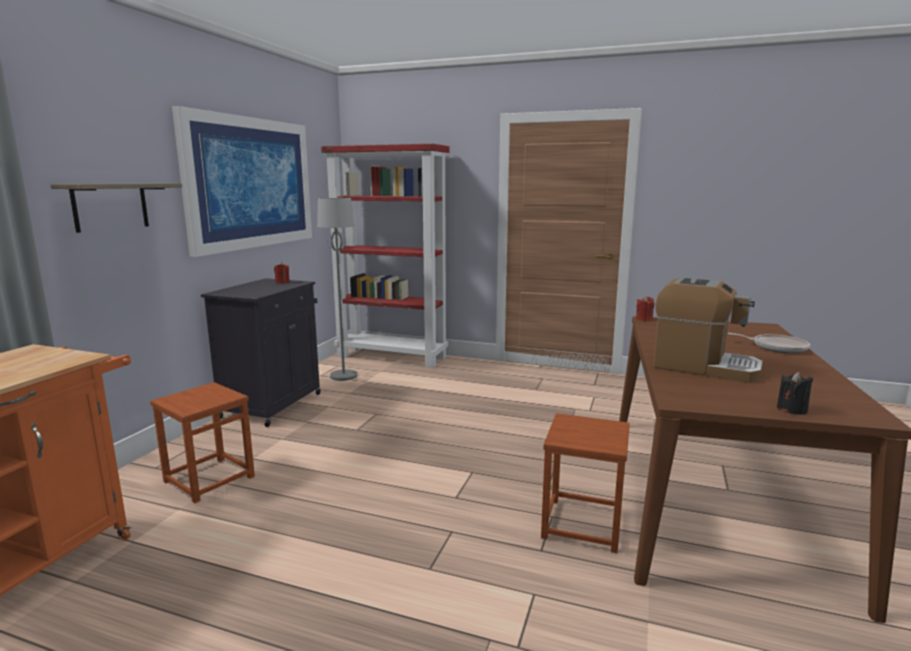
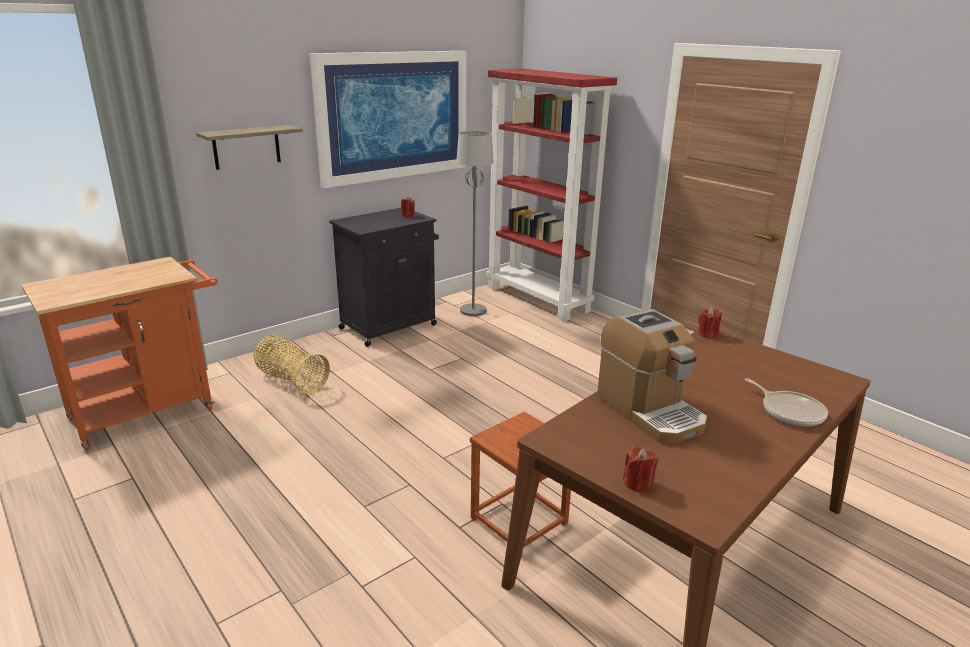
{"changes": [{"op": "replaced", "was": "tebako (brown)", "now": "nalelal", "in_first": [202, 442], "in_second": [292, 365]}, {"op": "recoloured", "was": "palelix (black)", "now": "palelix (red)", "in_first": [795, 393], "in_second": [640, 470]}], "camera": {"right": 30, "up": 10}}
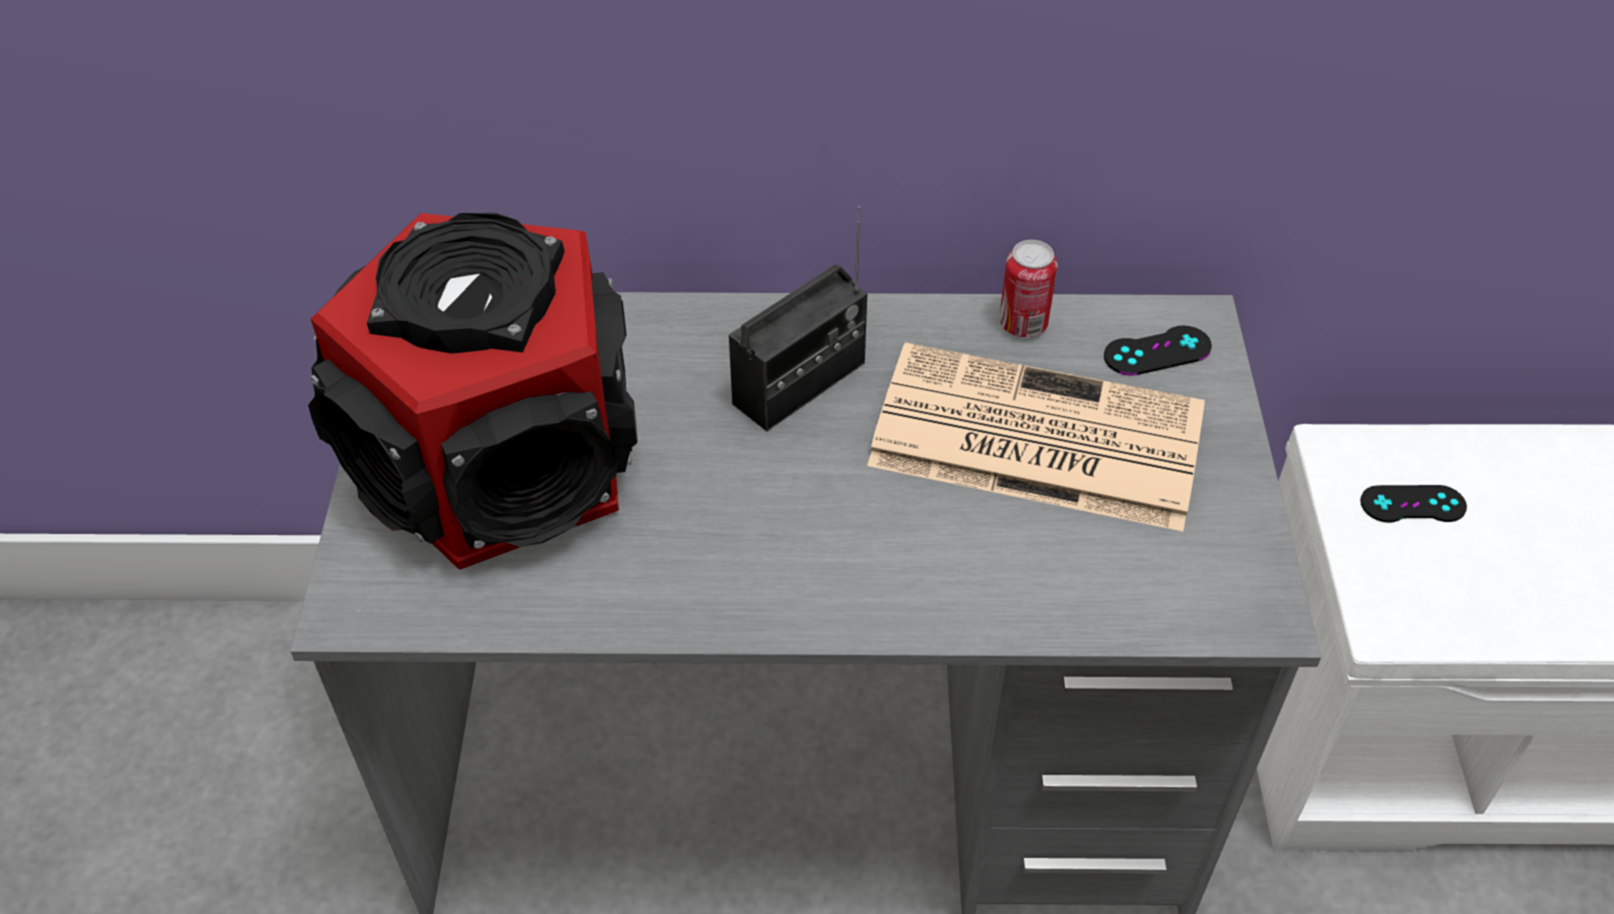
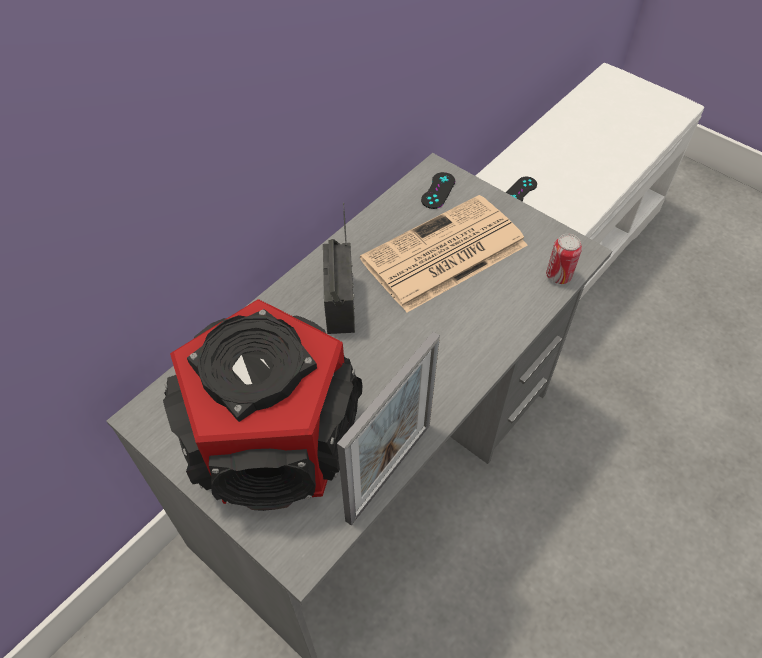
{"changes": [{"op": "added", "now": "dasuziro", "in_second": [388, 428]}, {"op": "moved", "was": "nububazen", "in_first": [1028, 288], "in_second": [564, 259]}], "camera": {"right": -50, "up": 5}}
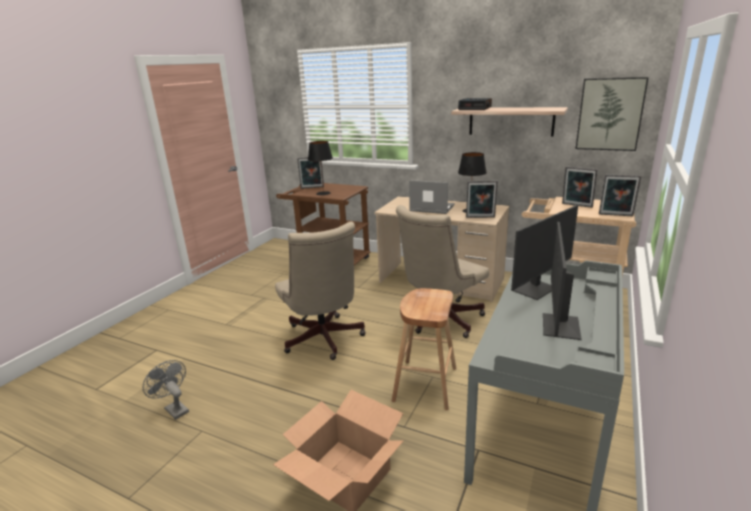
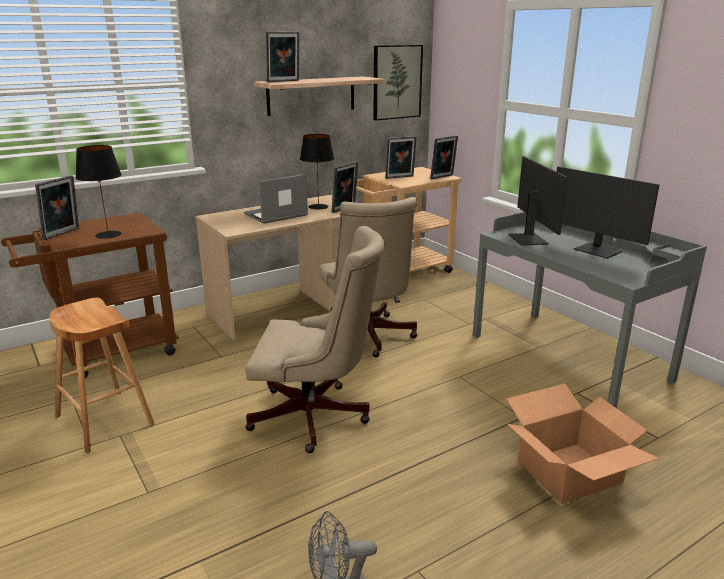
{"changes": [{"op": "moved", "was": "tebako (brown)", "in_first": [424, 349], "in_second": [102, 375]}, {"op": "replaced", "was": "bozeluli", "now": "dasuziro", "in_first": [475, 104], "in_second": [282, 57]}], "camera": {"right": -60, "up": 0}}
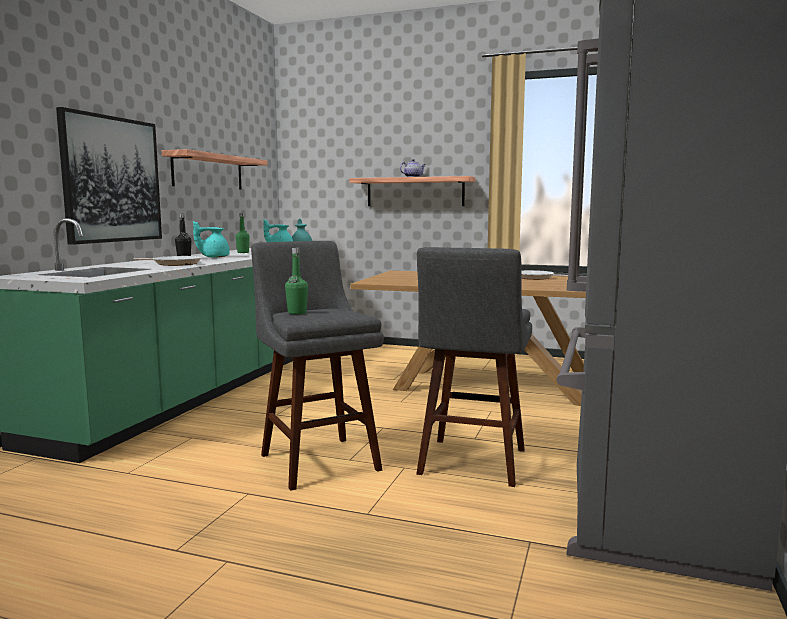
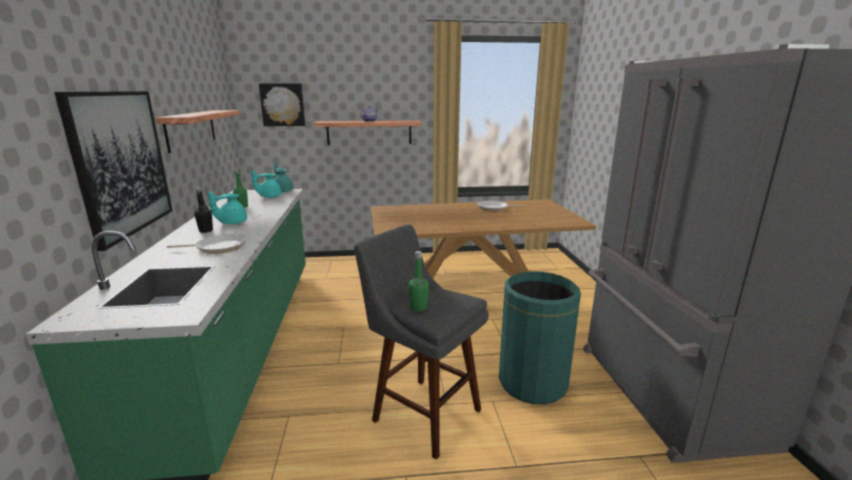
{"changes": [{"op": "added", "now": "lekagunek", "in_second": [282, 104]}, {"op": "replaced", "was": "tebako (grey)", "now": "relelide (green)", "in_first": [474, 367], "in_second": [540, 337]}], "camera": {"right": -25, "up": 10}}
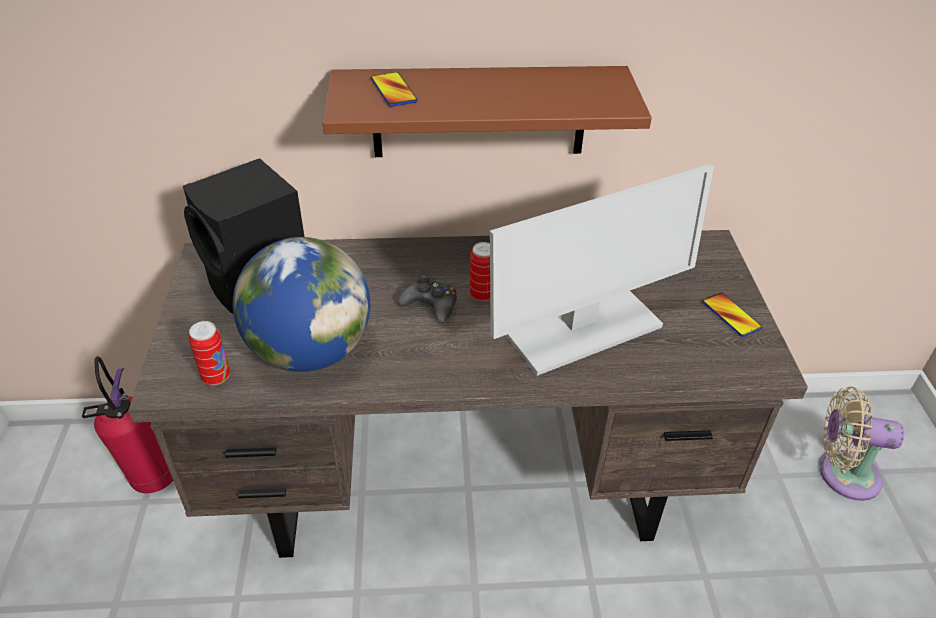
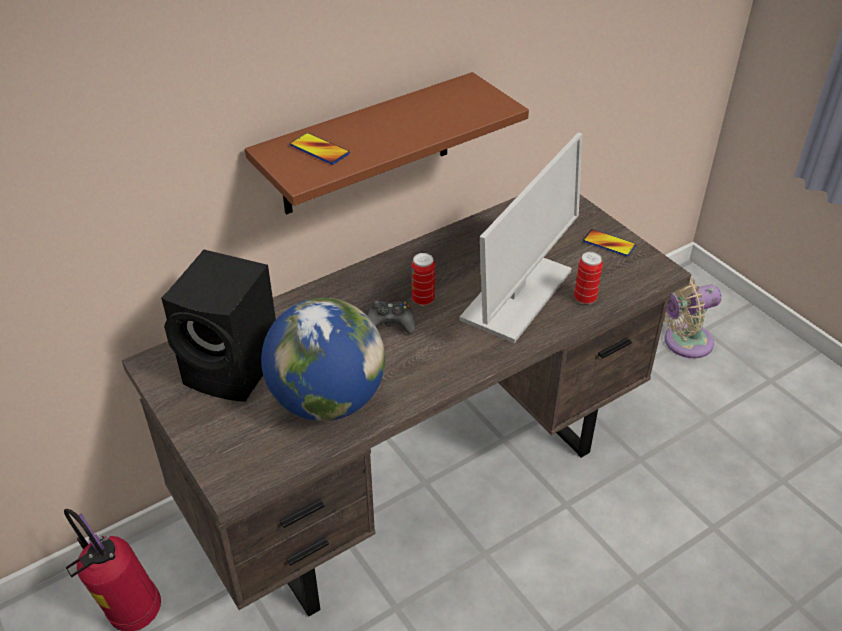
{"changes": [{"op": "moved", "was": "nububazen", "in_first": [209, 353], "in_second": [588, 278]}], "camera": {"right": -30, "up": 0}}
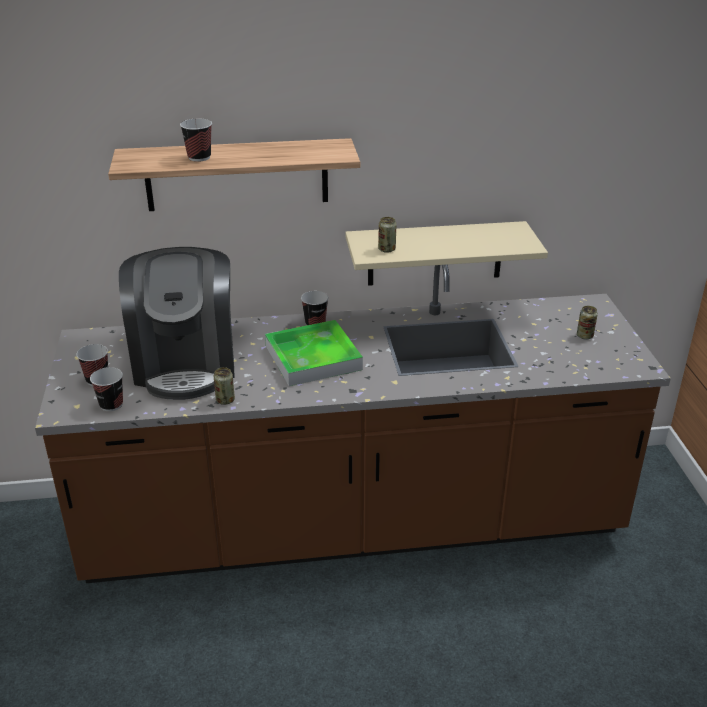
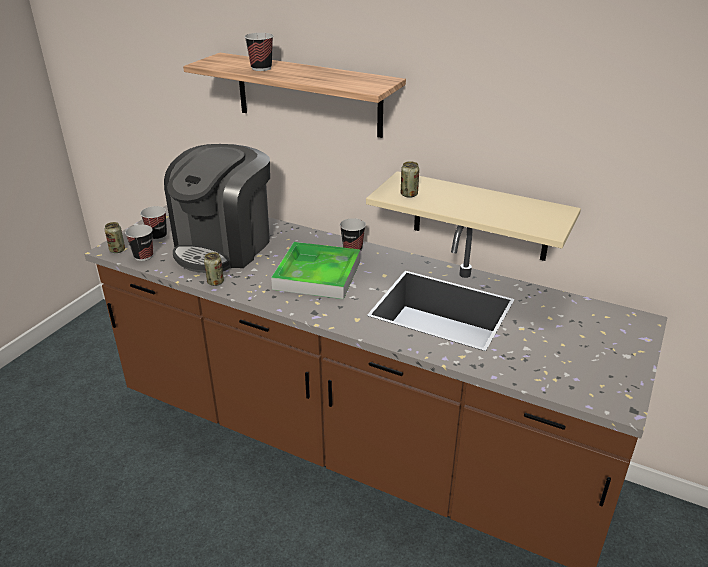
{"changes": [{"op": "moved", "was": "nububazen", "in_first": [587, 323], "in_second": [115, 237]}], "camera": {"right": 35, "up": 0}}
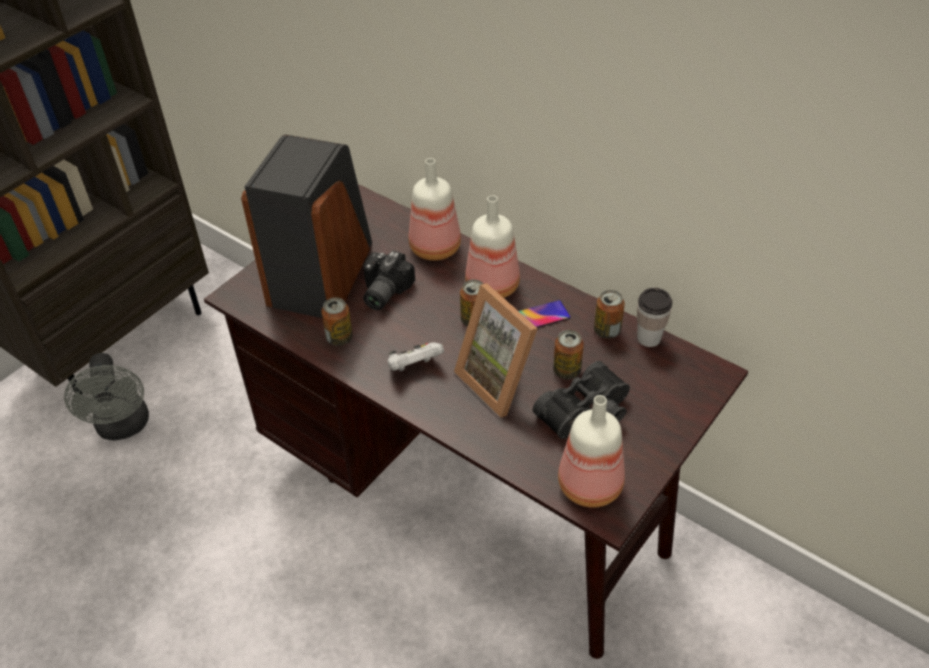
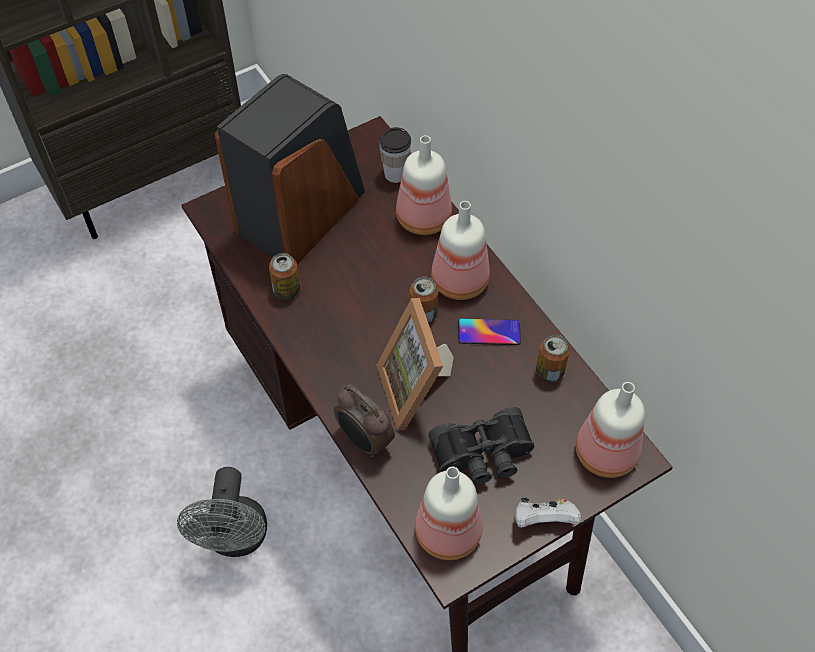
{"changes": [{"op": "moved", "was": "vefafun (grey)", "in_first": [106, 397], "in_second": [222, 512]}, {"op": "added", "now": "bozeluli", "in_second": [364, 421]}, {"op": "moved", "was": "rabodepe", "in_first": [654, 317], "in_second": [395, 155]}, {"op": "moved", "was": "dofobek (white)", "in_first": [416, 357], "in_second": [548, 513]}, {"op": "added", "now": "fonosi", "in_second": [610, 430]}, {"op": "removed", "was": "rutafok", "in_first": [389, 280]}, {"op": "removed", "was": "nububazen", "in_first": [568, 354]}], "camera": {"right": 20, "up": 10}}
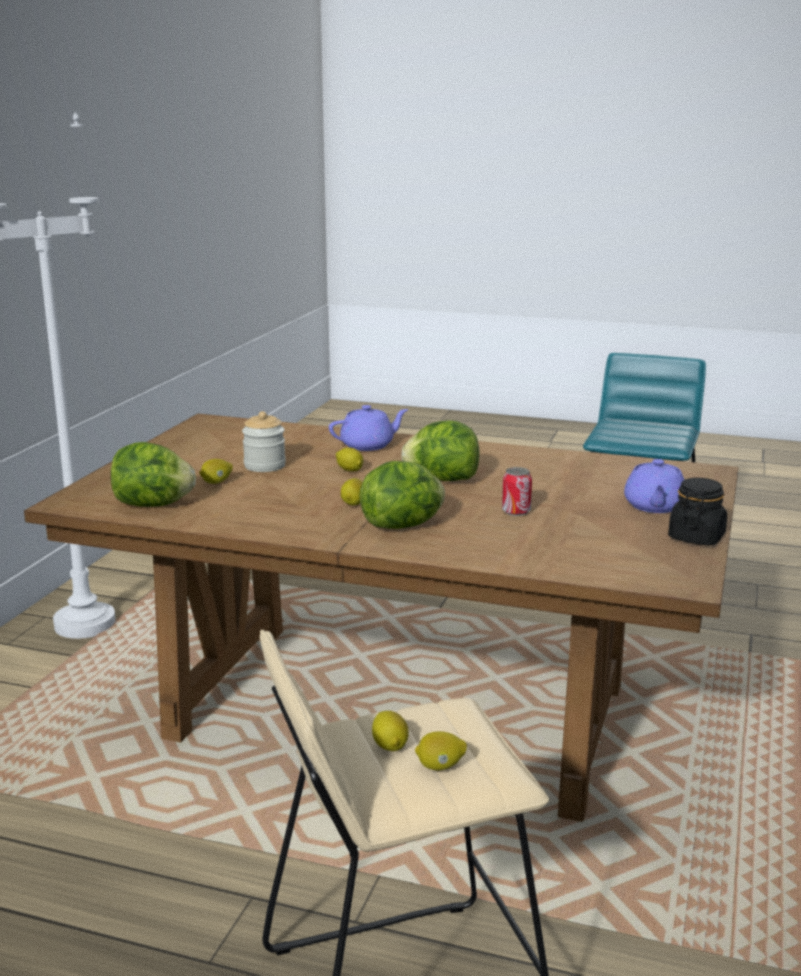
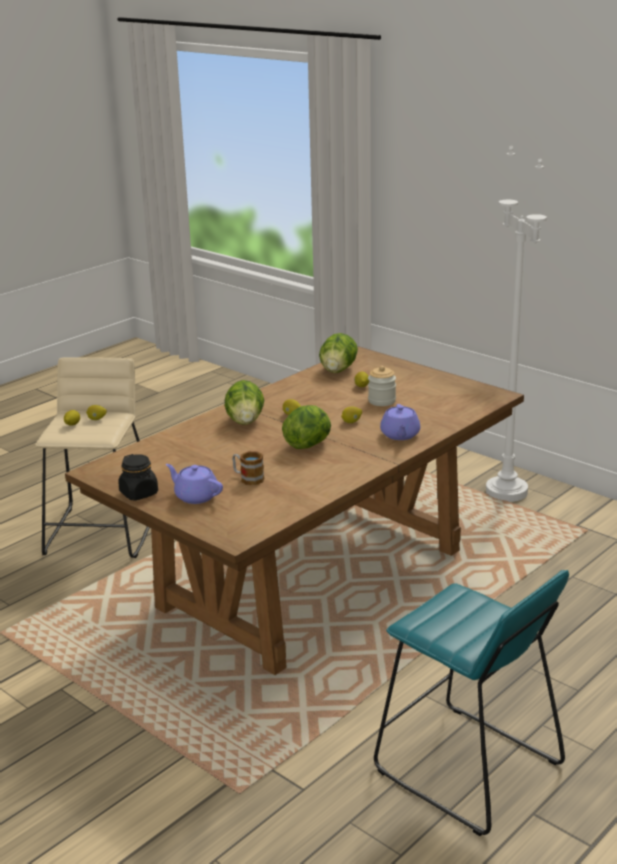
{"changes": [{"op": "added", "now": "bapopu", "in_second": [248, 468]}, {"op": "removed", "was": "nububazen", "in_first": [517, 491]}], "camera": {"right": 115, "up": 5}}
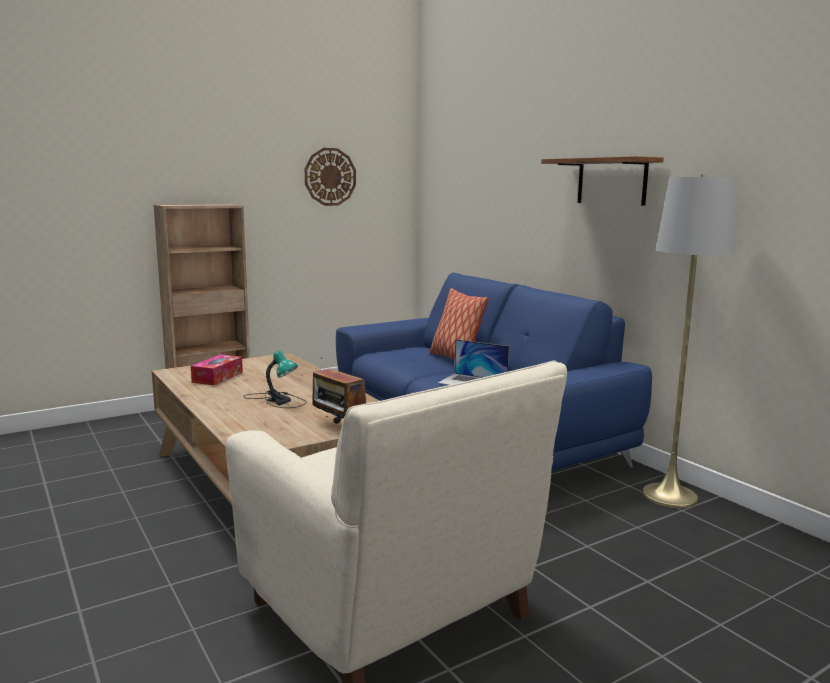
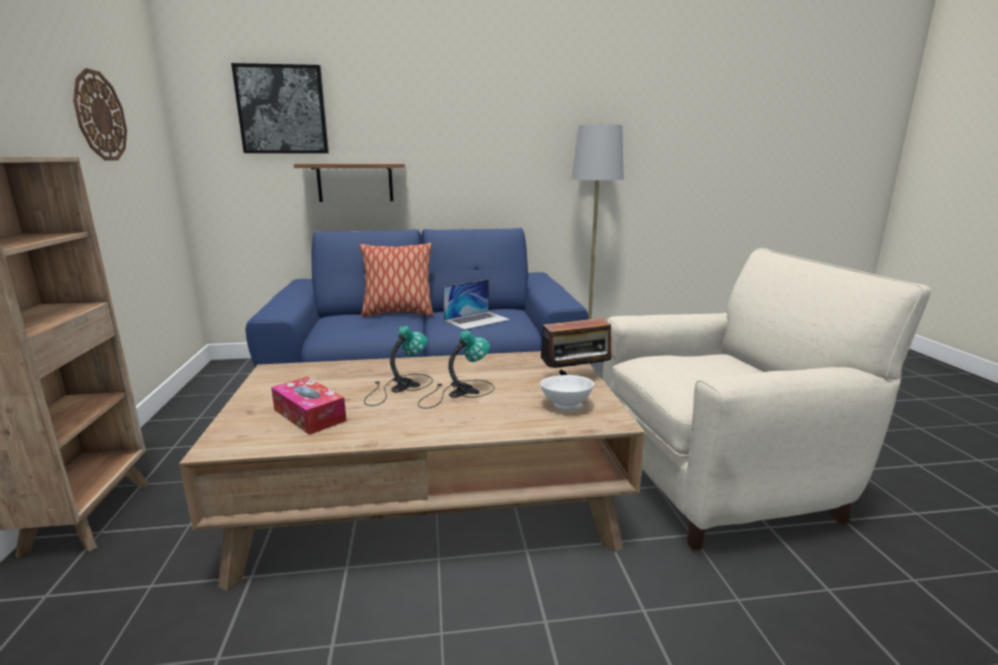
{"changes": [{"op": "added", "now": "lekagunek", "in_second": [280, 108]}, {"op": "moved", "was": "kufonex", "in_first": [602, 181], "in_second": [349, 182]}, {"op": "added", "now": "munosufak", "in_second": [398, 366]}, {"op": "added", "now": "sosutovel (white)", "in_second": [567, 392]}], "camera": {"right": -65, "up": 5}}
